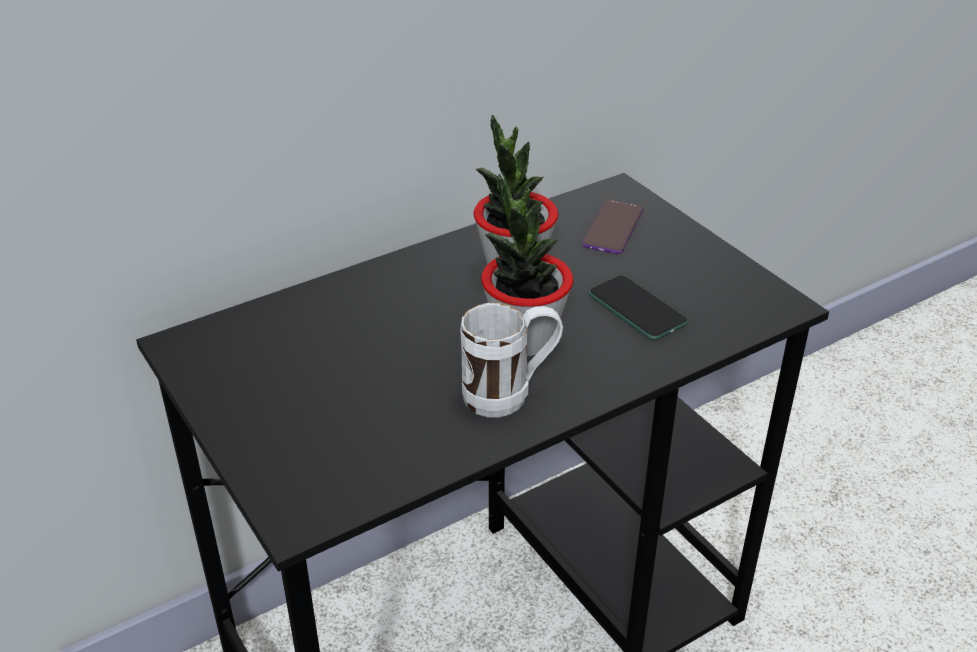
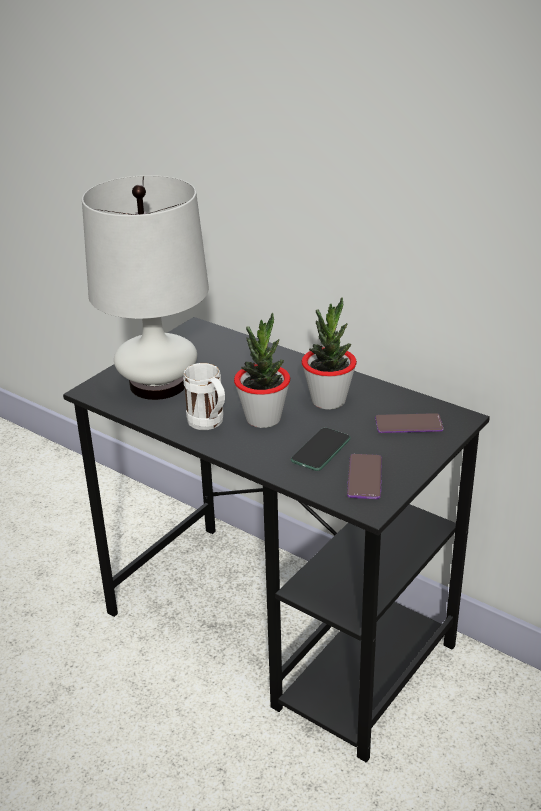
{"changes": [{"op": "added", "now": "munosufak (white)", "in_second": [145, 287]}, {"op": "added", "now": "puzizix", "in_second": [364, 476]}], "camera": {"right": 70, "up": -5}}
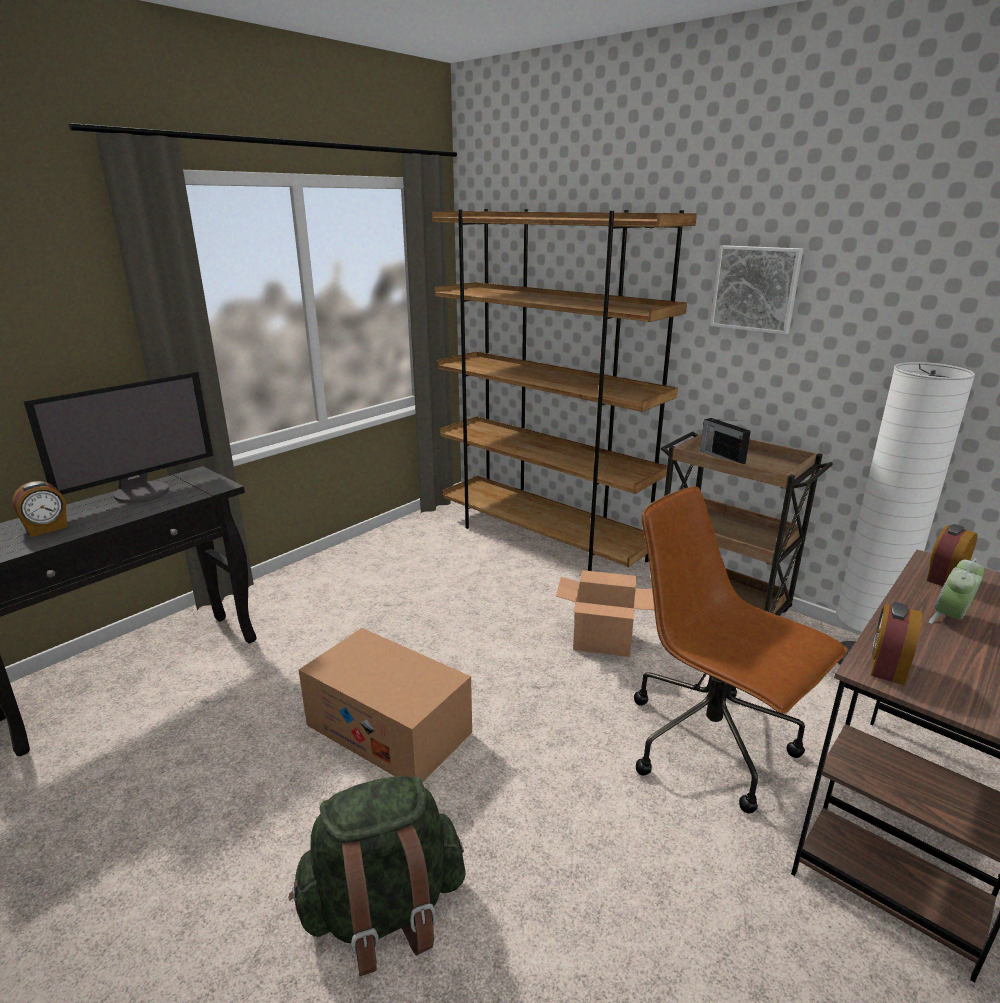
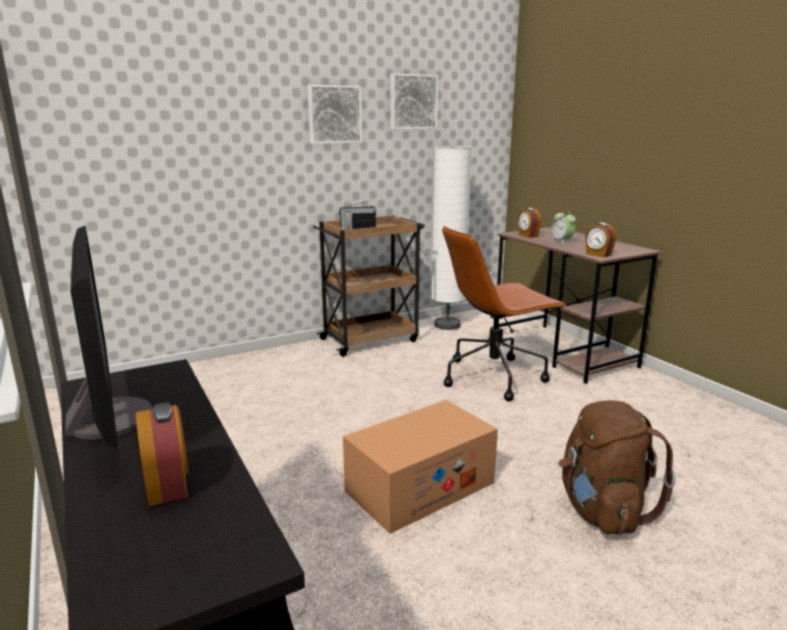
{"changes": [{"op": "added", "now": "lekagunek", "in_second": [414, 101]}, {"op": "recoloured", "was": "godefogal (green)", "now": "godefogal (brown)", "in_first": [377, 876], "in_second": [617, 467]}, {"op": "removed", "was": "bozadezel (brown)", "in_first": [564, 390]}, {"op": "removed", "was": "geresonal", "in_first": [605, 613]}], "camera": {"right": -70, "up": -5}}
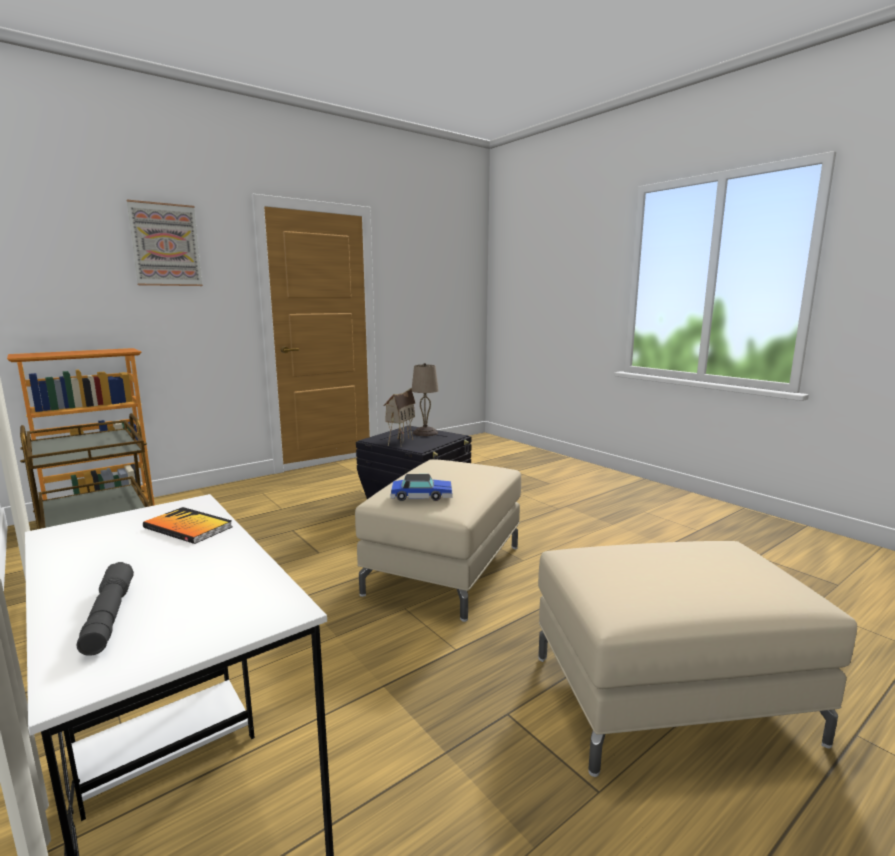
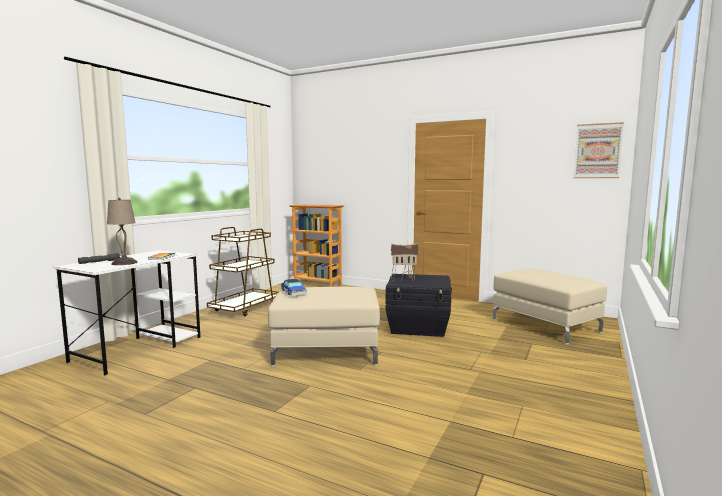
{"changes": [{"op": "moved", "was": "munosufak (beige)", "in_first": [425, 399], "in_second": [122, 231]}, {"op": "moved", "was": "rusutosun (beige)", "in_first": [697, 659], "in_second": [550, 306]}, {"op": "moved", "was": "lekagunek", "in_first": [165, 243], "in_second": [598, 150]}], "camera": {"right": 65, "up": -5}}
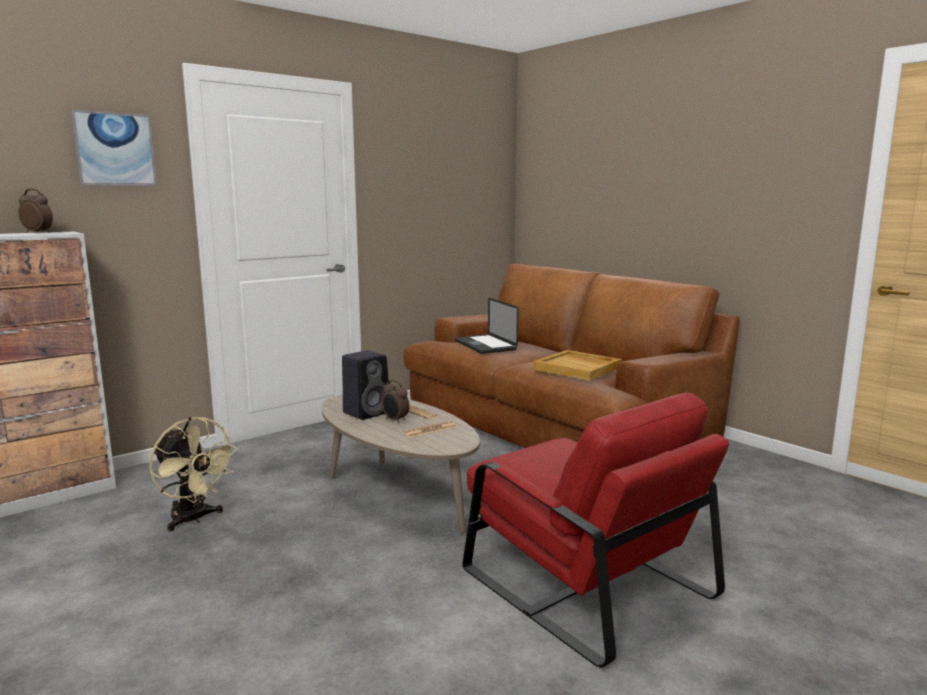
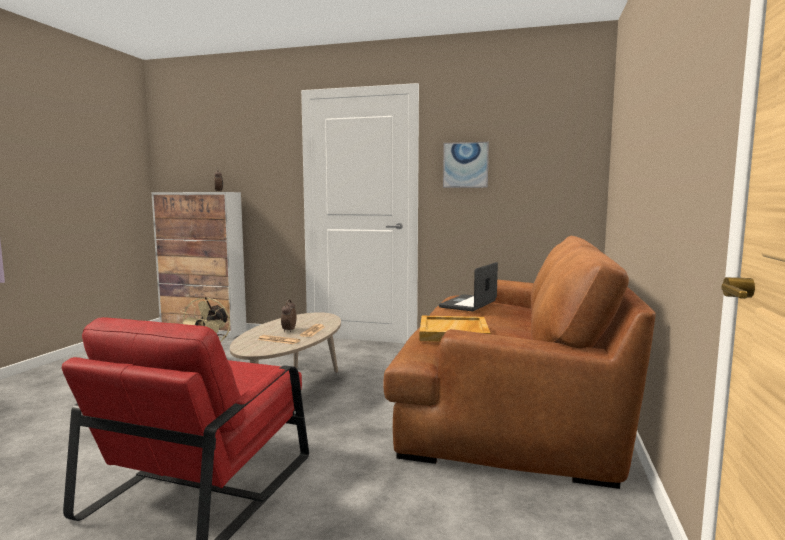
{"changes": [{"op": "moved", "was": "lekagunek", "in_first": [114, 148], "in_second": [466, 165]}, {"op": "removed", "was": "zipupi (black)", "in_first": [365, 385]}], "camera": {"right": 55, "up": -5}}
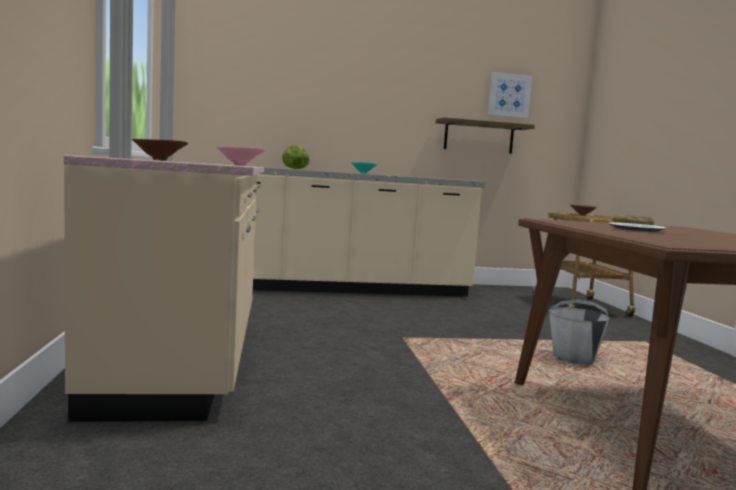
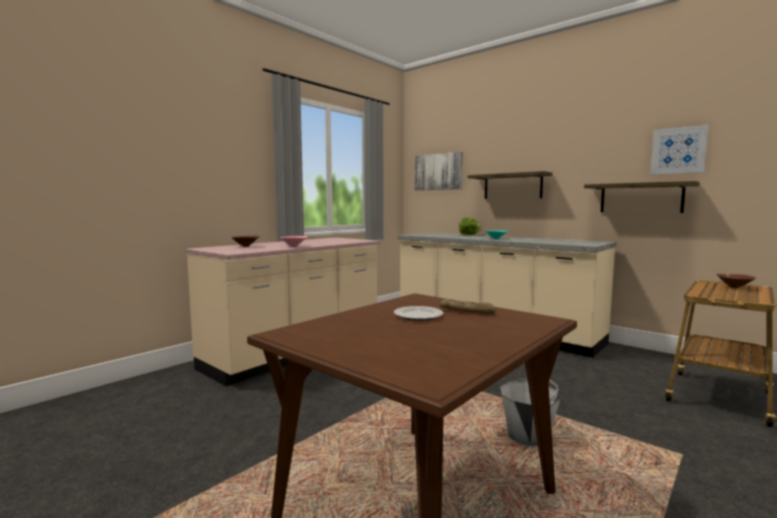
{"changes": [{"op": "added", "now": "lekagunek", "in_second": [439, 171]}, {"op": "added", "now": "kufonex", "in_second": [510, 185]}], "camera": {"right": 50, "up": 0}}
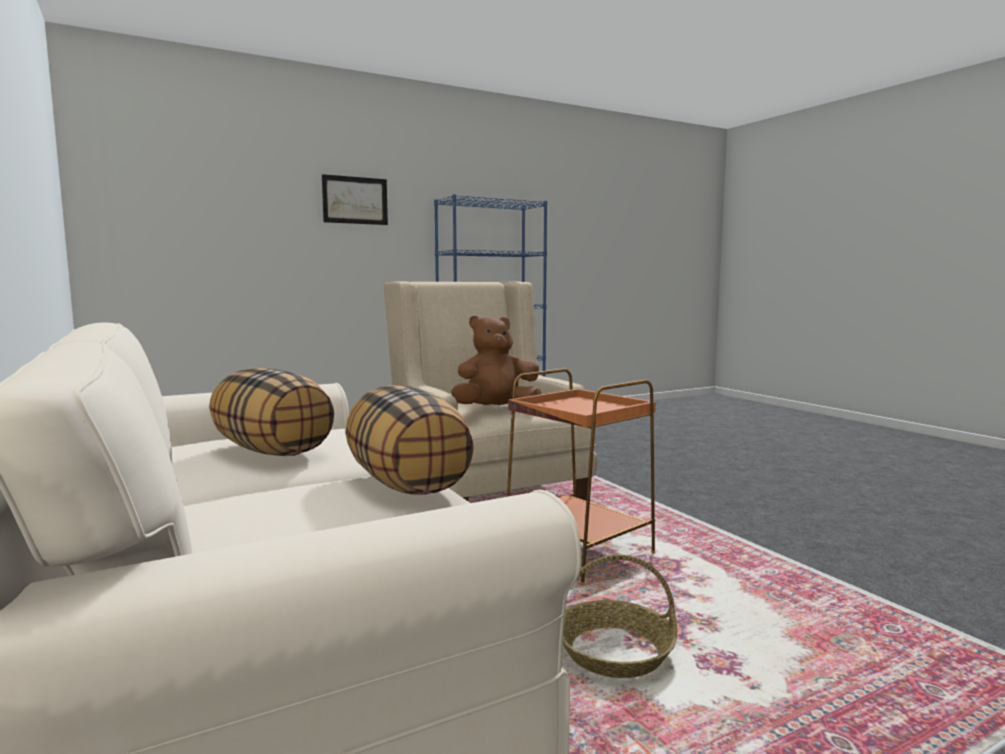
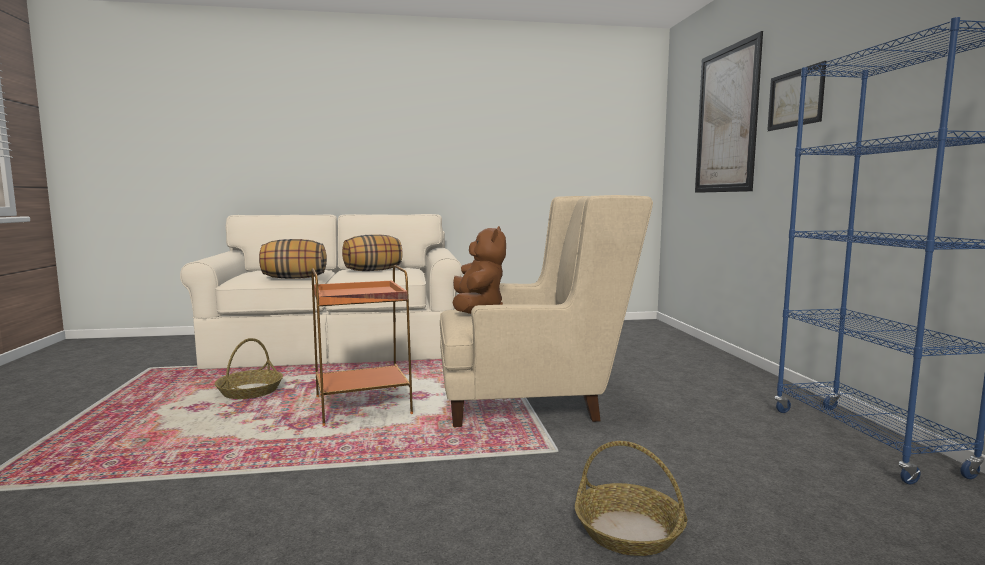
{"changes": [{"op": "added", "now": "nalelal", "in_second": [631, 498]}, {"op": "added", "now": "lekagunek", "in_second": [729, 112]}], "camera": {"right": 110, "up": 0}}
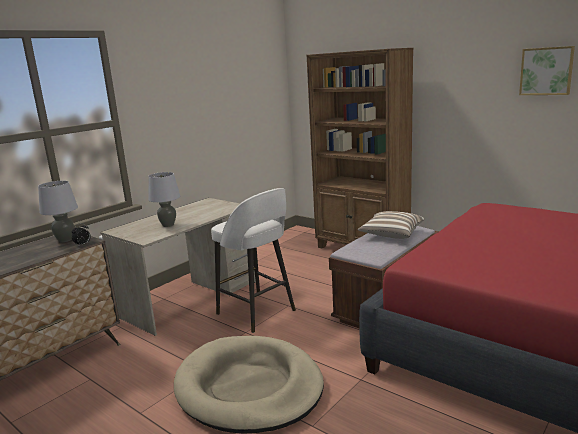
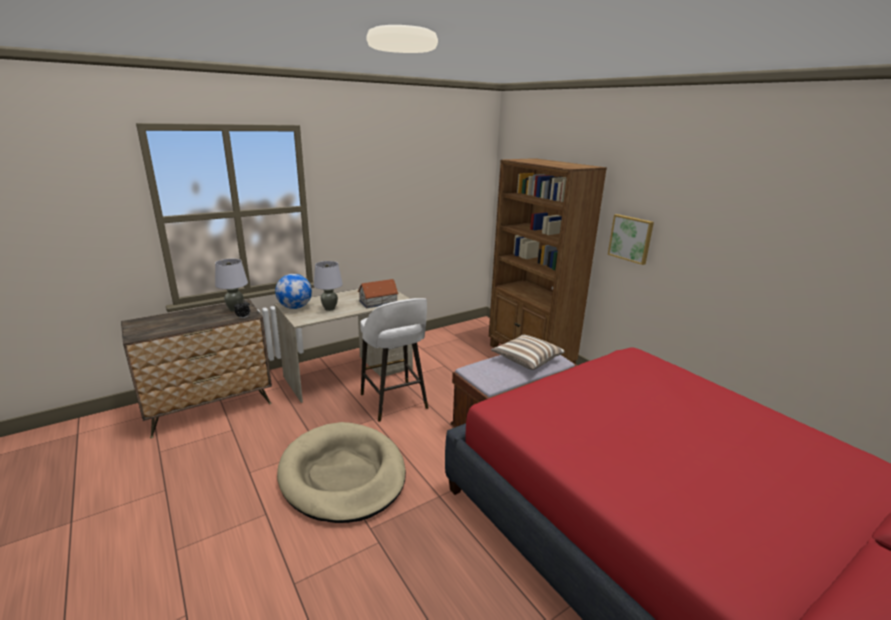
{"changes": [{"op": "added", "now": "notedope", "in_second": [293, 291]}, {"op": "added", "now": "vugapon", "in_second": [378, 293]}, {"op": "moved", "was": "lekagunek", "in_first": [547, 70], "in_second": [631, 239]}], "camera": {"right": 15, "up": 5}}
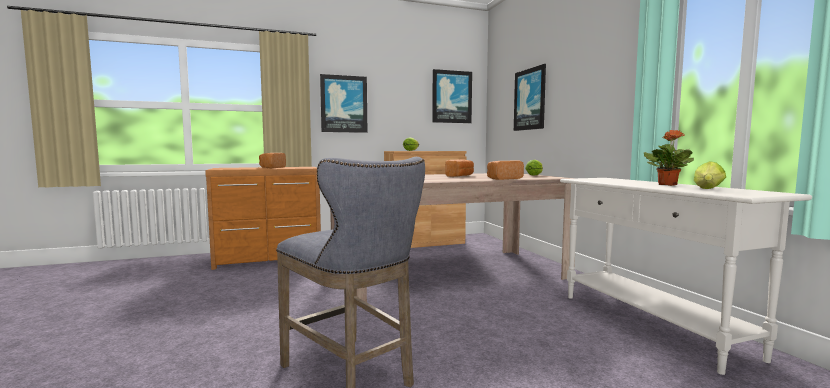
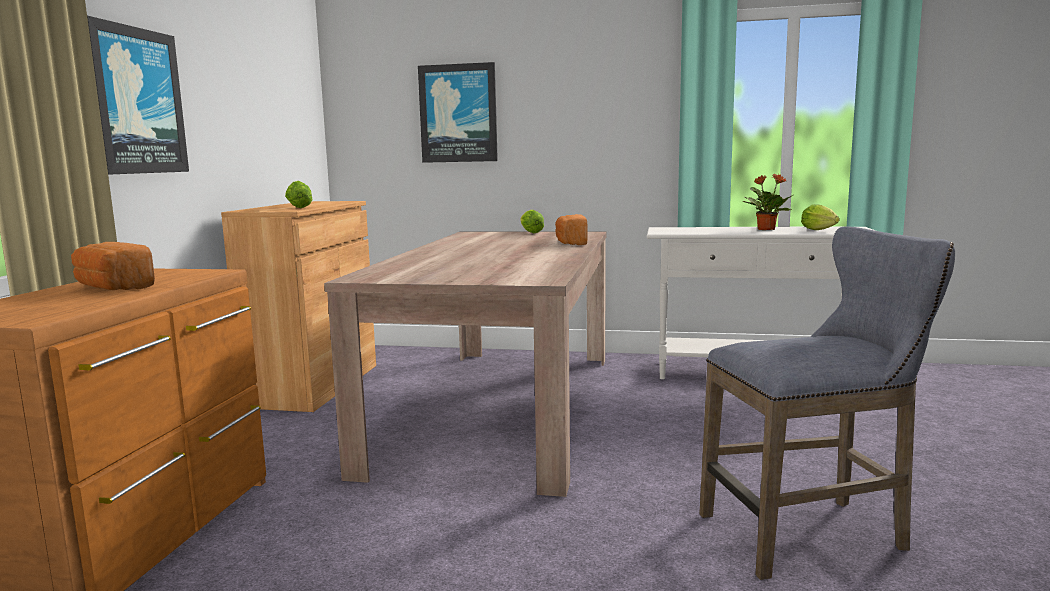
{"changes": [{"op": "removed", "was": "lekagunek", "in_first": [452, 96]}, {"op": "removed", "was": "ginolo", "in_first": [459, 168]}], "camera": {"right": -60, "up": 5}}
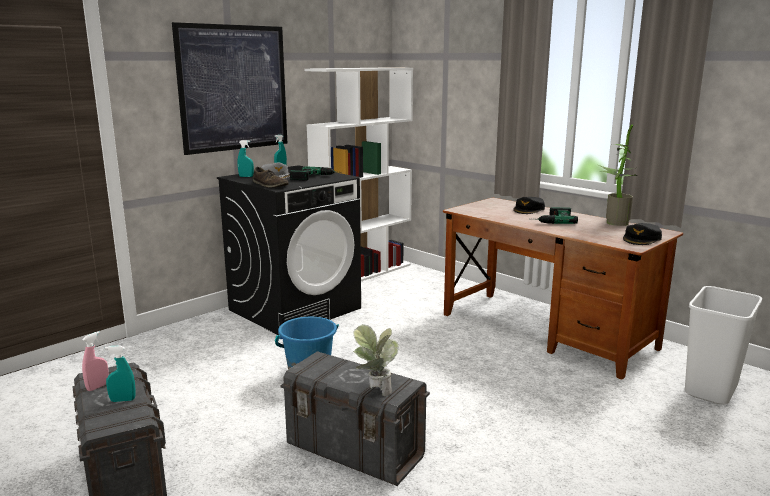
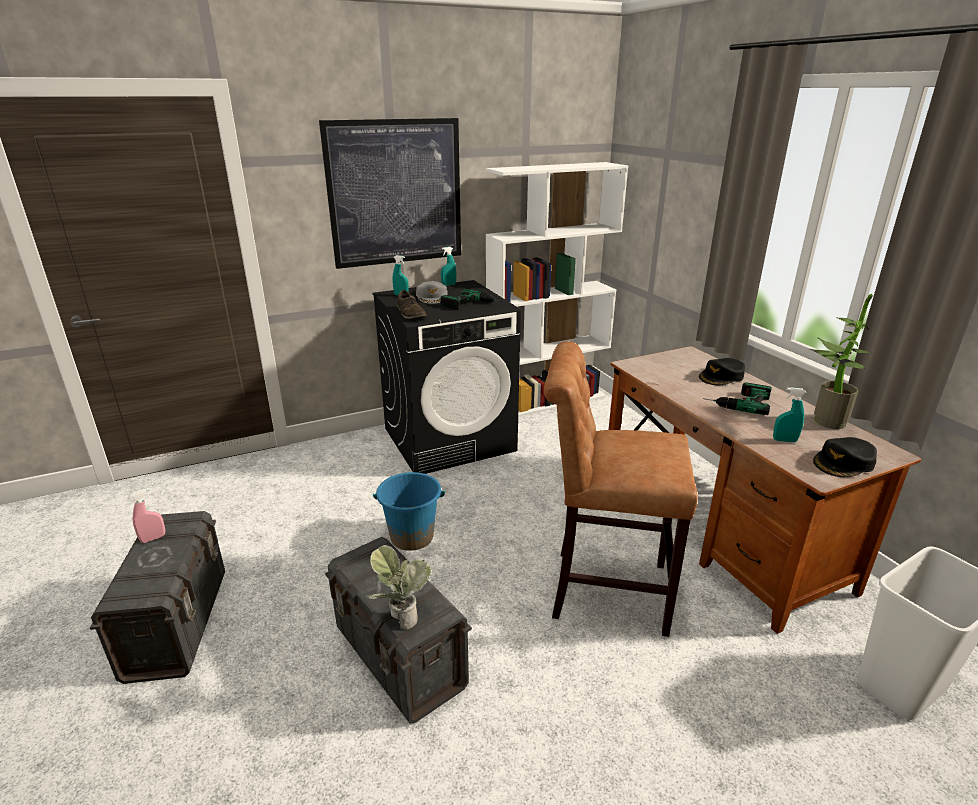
{"changes": [{"op": "added", "now": "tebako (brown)", "in_second": [621, 489]}, {"op": "moved", "was": "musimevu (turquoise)", "in_first": [120, 373], "in_second": [790, 414]}], "camera": {"right": 20, "up": 10}}
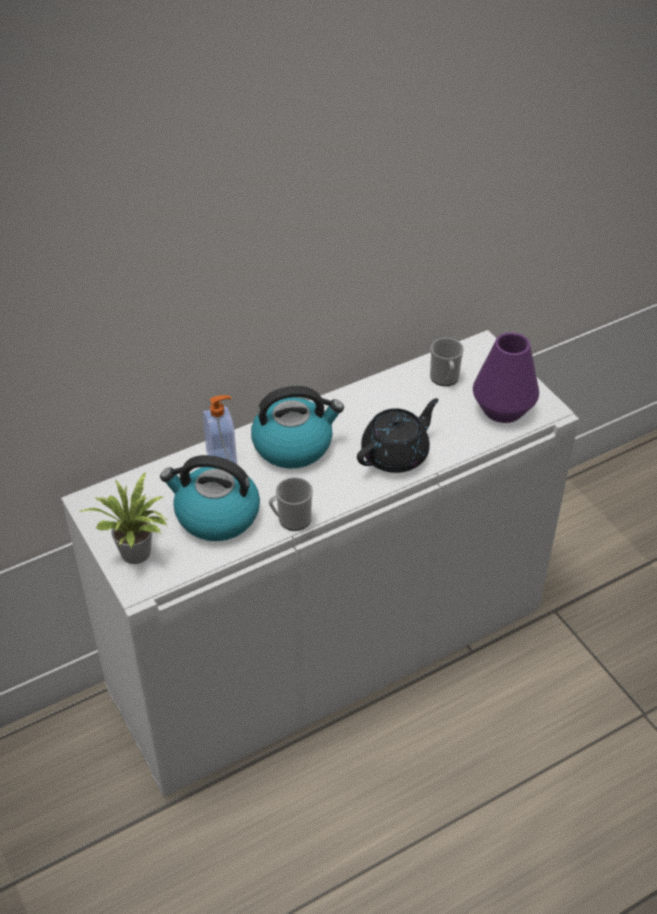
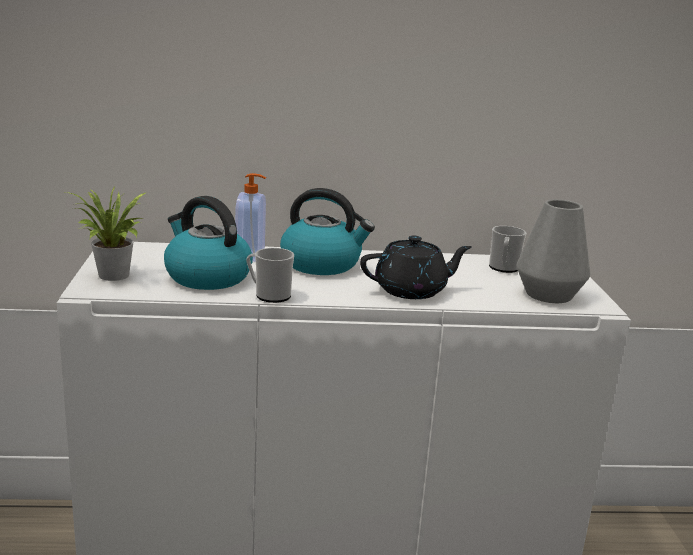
{"changes": [{"op": "recoloured", "was": "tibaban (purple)", "now": "tibaban (grey)", "in_first": [506, 377], "in_second": [553, 251]}], "camera": {"right": 25, "up": -25}}
